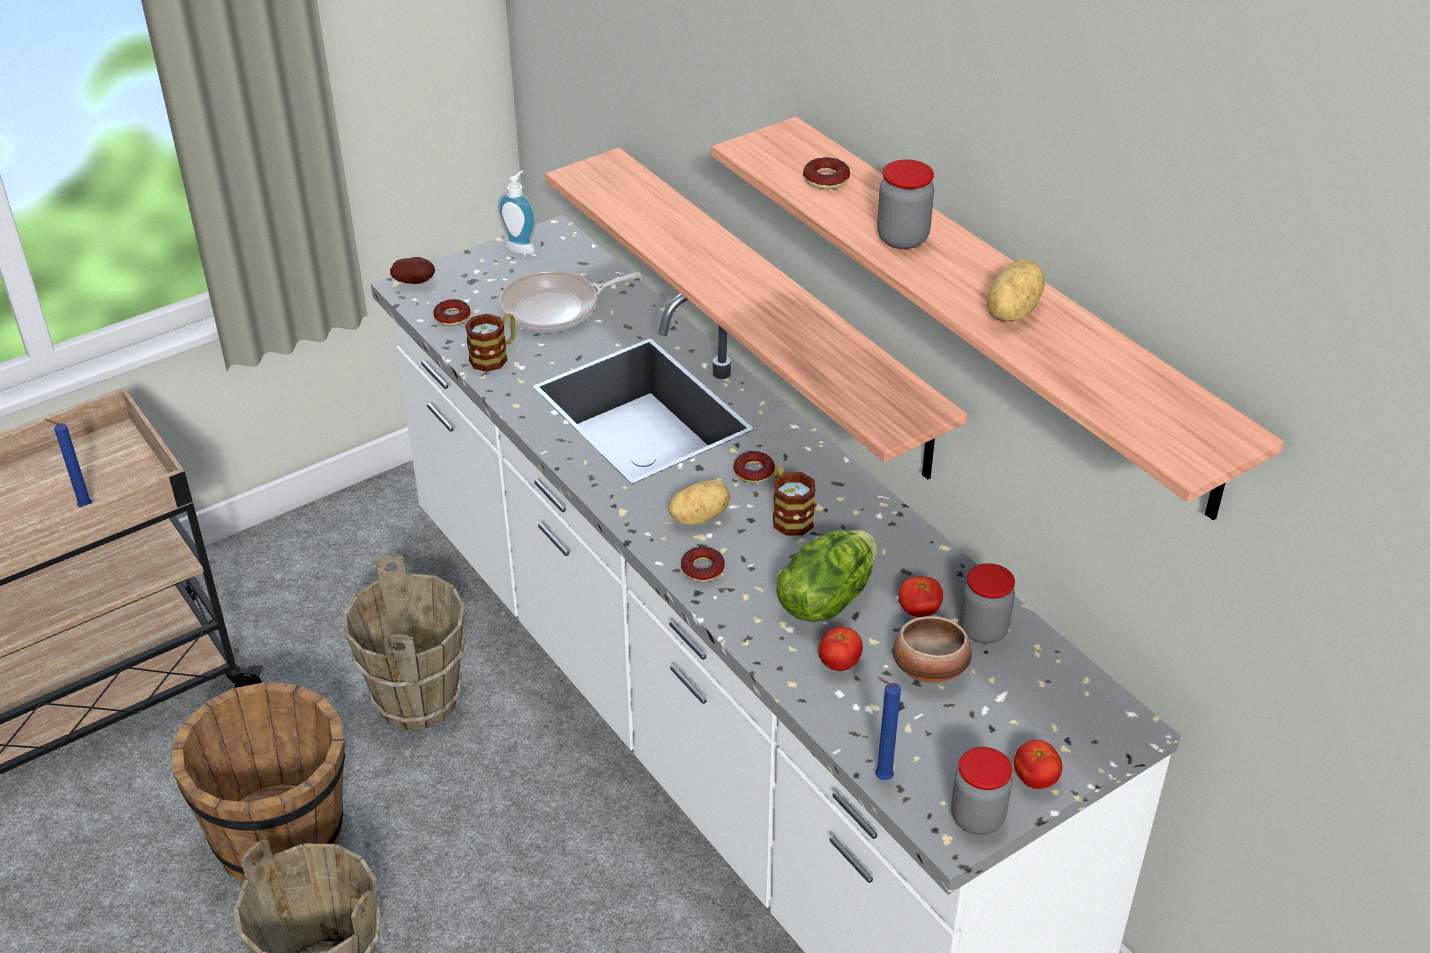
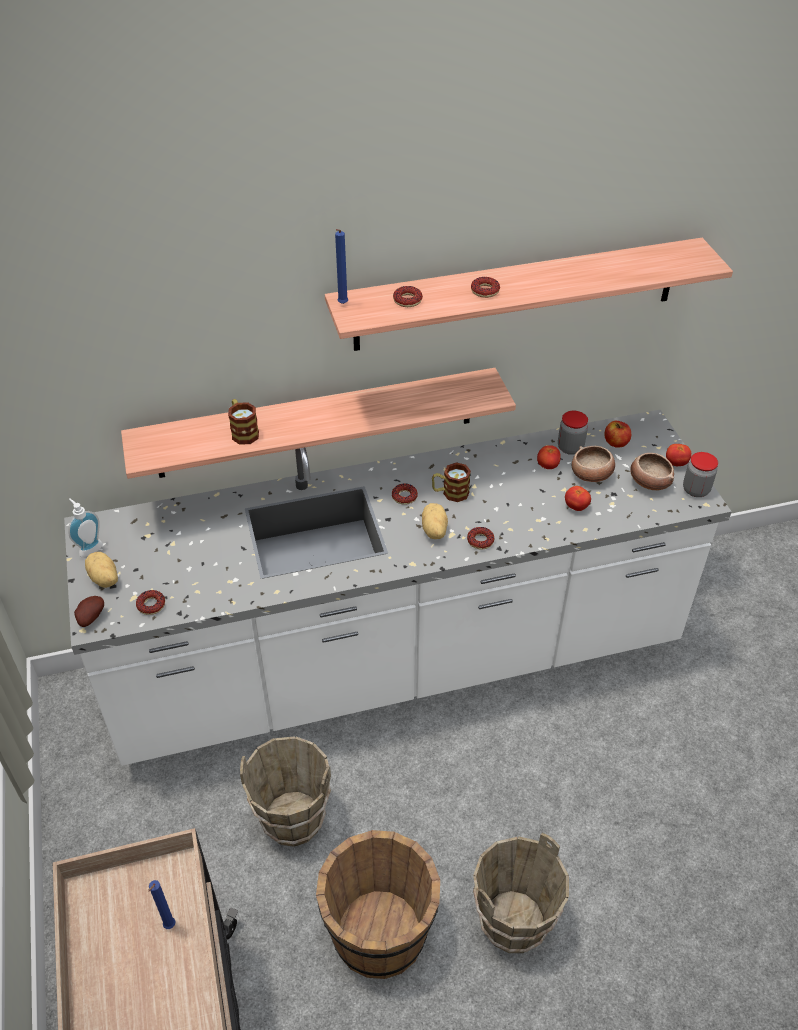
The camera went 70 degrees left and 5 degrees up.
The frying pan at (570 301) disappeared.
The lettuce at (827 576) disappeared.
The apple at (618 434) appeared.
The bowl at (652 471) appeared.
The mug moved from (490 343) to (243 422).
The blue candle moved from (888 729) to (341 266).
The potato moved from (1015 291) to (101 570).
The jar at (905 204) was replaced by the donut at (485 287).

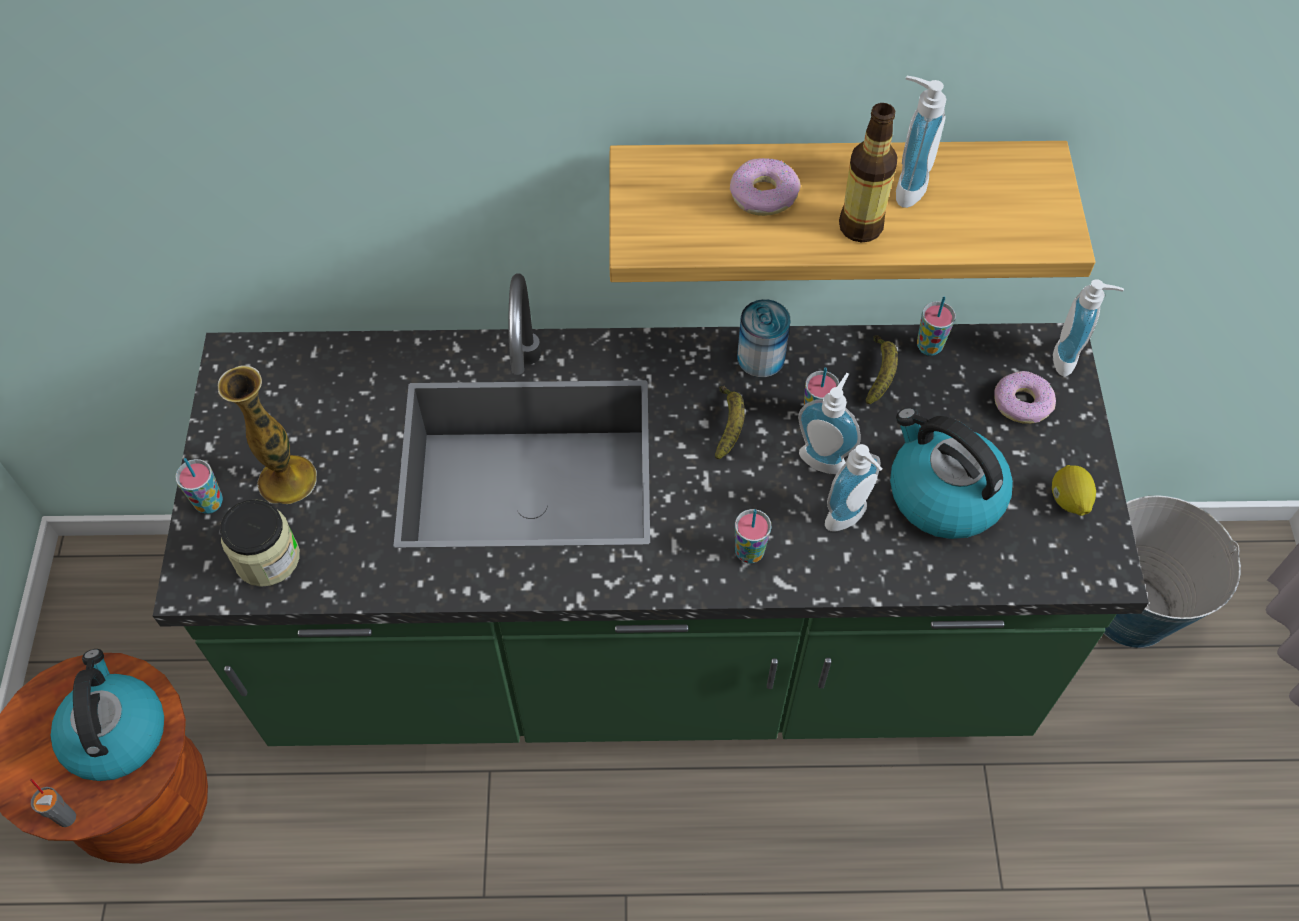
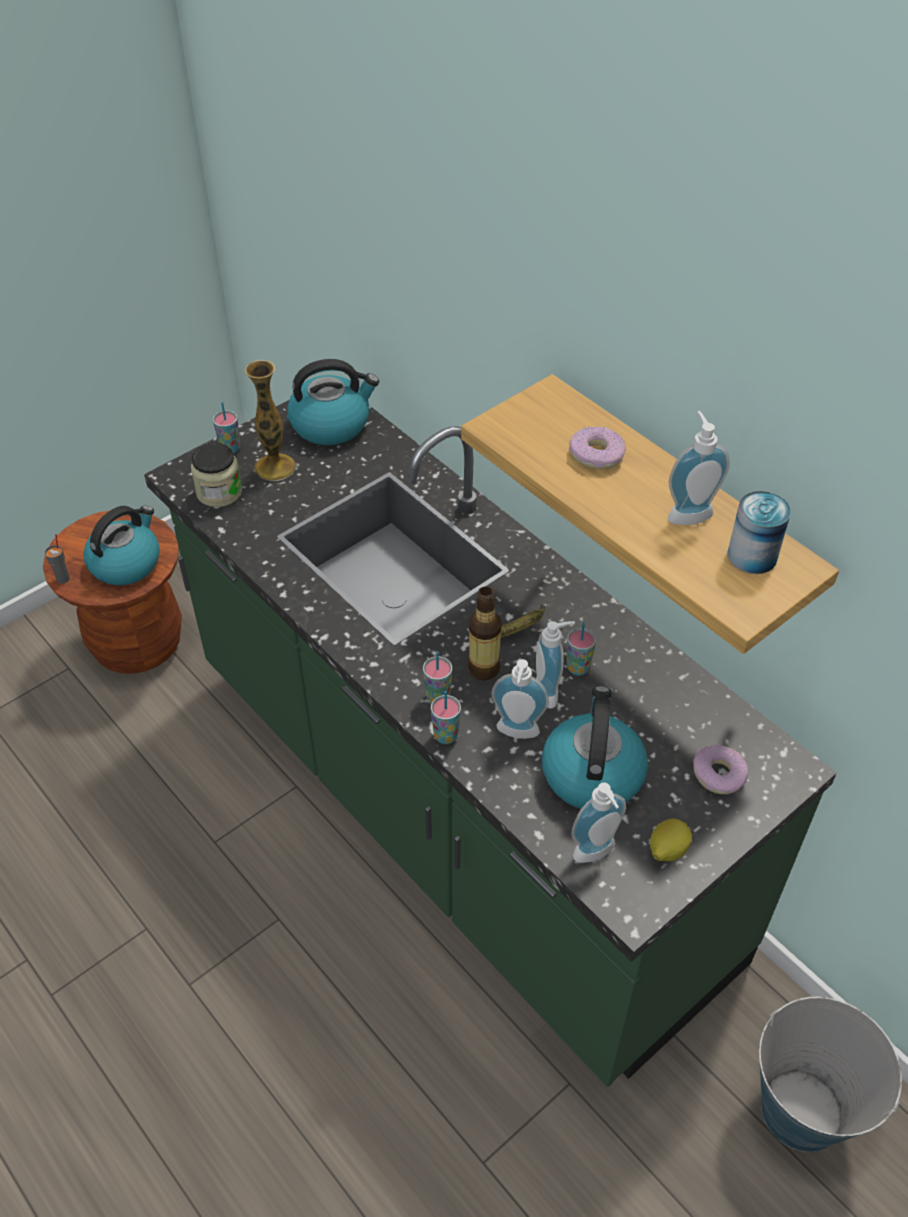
The camera went 50 degrees right and 10 degrees down.
The banana at (881 369) disappeared.
The kettle at (333 402) appeared.
The can moved from (763 338) to (759 532).
The bottle moved from (868 173) to (485 633).
The cup moved from (936 326) to (446 717).
The soap dispenser moved from (1088 327) to (598 822).

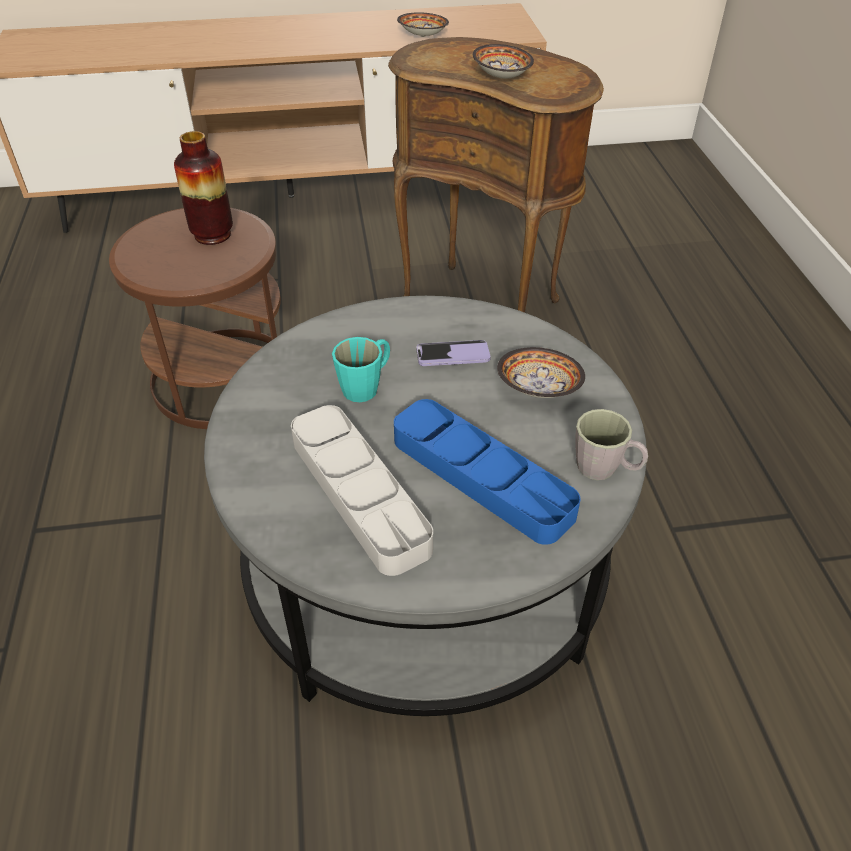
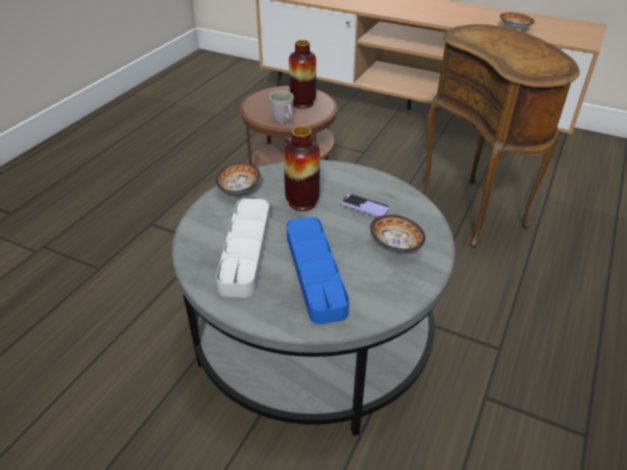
The camera went 35 degrees right and 5 degrees down.
The bowl moved from (503 61) to (238 178).
The grey mug moved from (612 444) to (281 107).
The turquoise mug at (361 369) was replaced by the vase at (301 168).

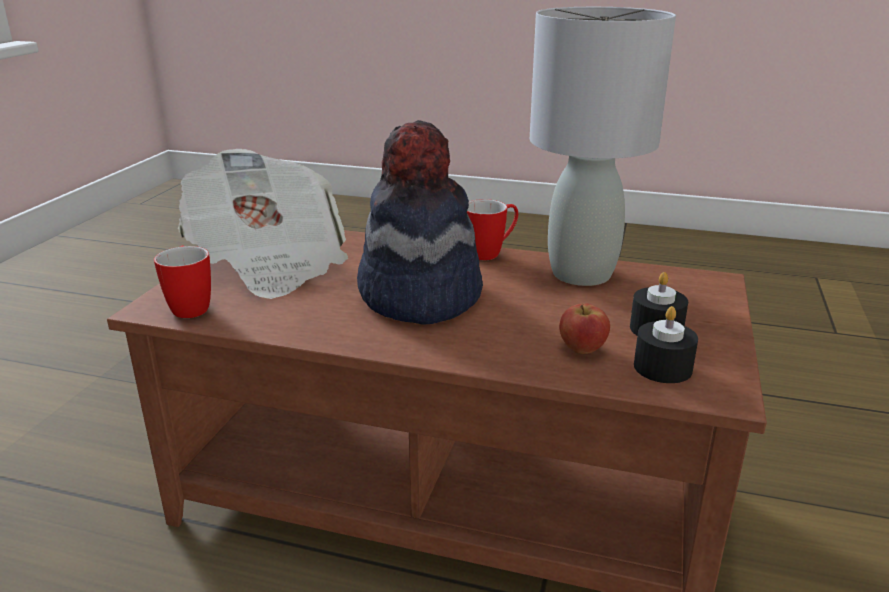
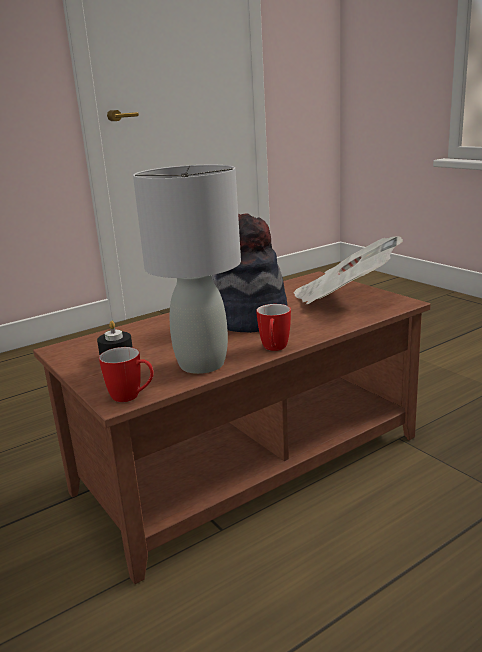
The camera went 130 degrees right and 5 degrees down.
The apple at (584 328) disappeared.
The black candle at (666 344) disappeared.
The mug moved from (182 281) to (126 374).

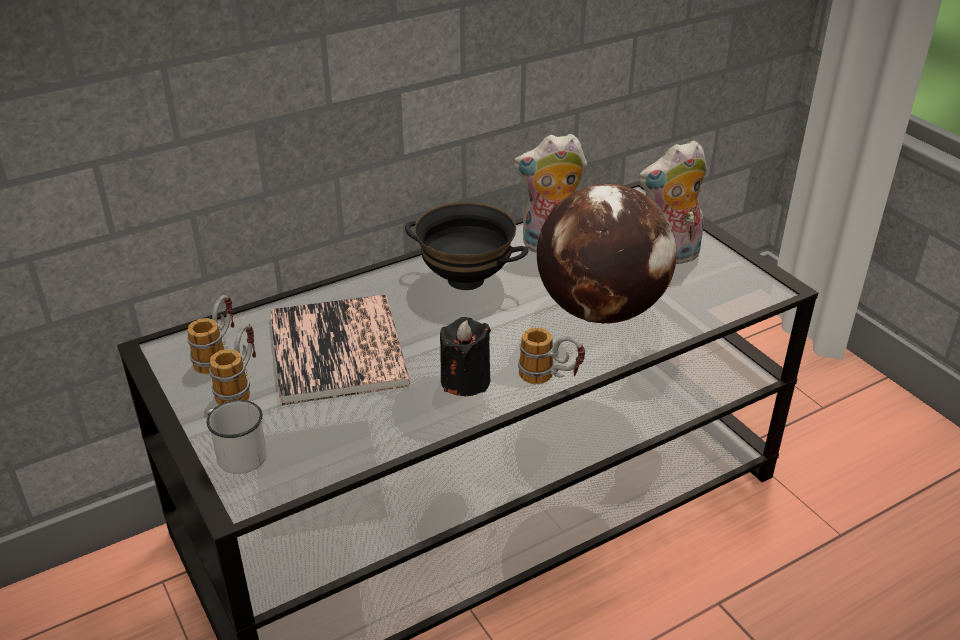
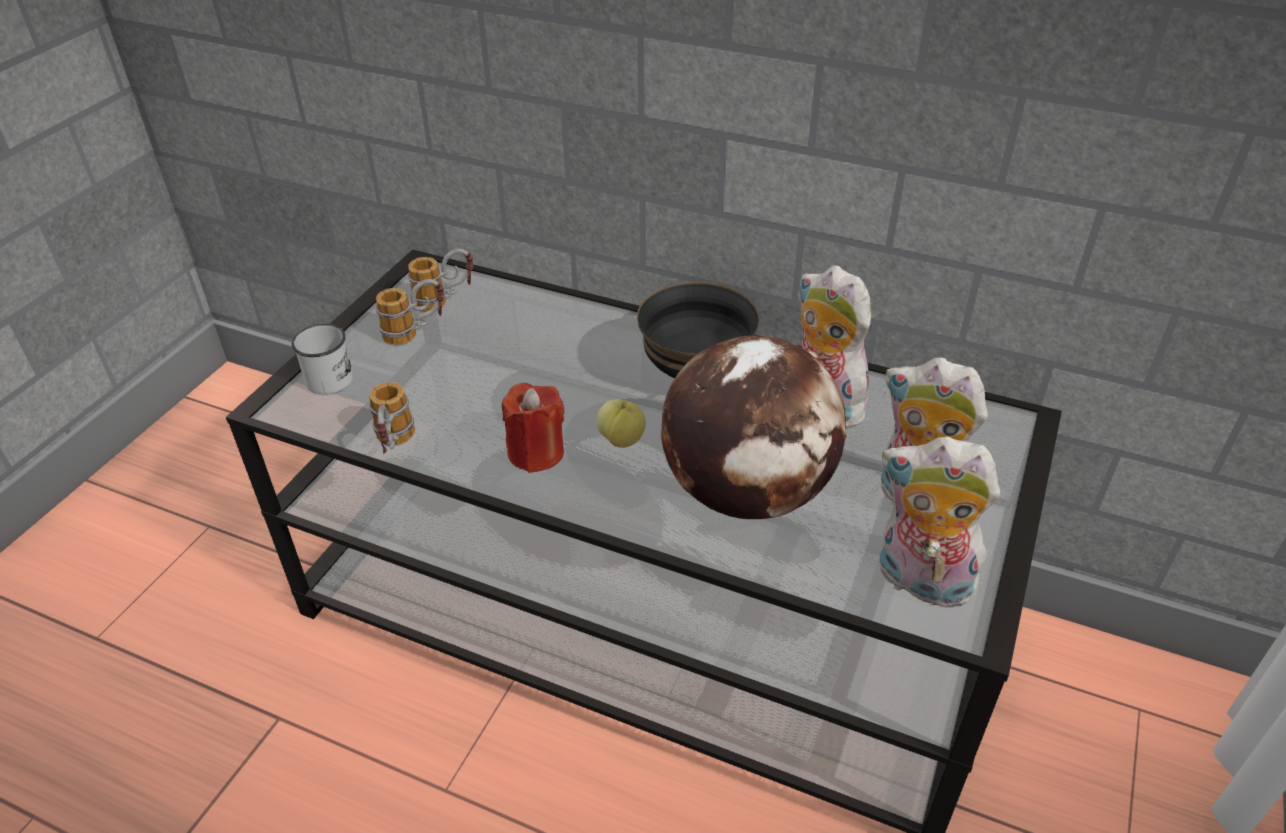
The camera went 55 degrees right and 5 degrees up.
The book at (340 350) disappeared.
The apple at (621 423) appeared.
The plush toy at (939 524) appeared.
The mug moved from (551 356) to (392 417).
The black candle at (465 356) became the red candle at (533 428).

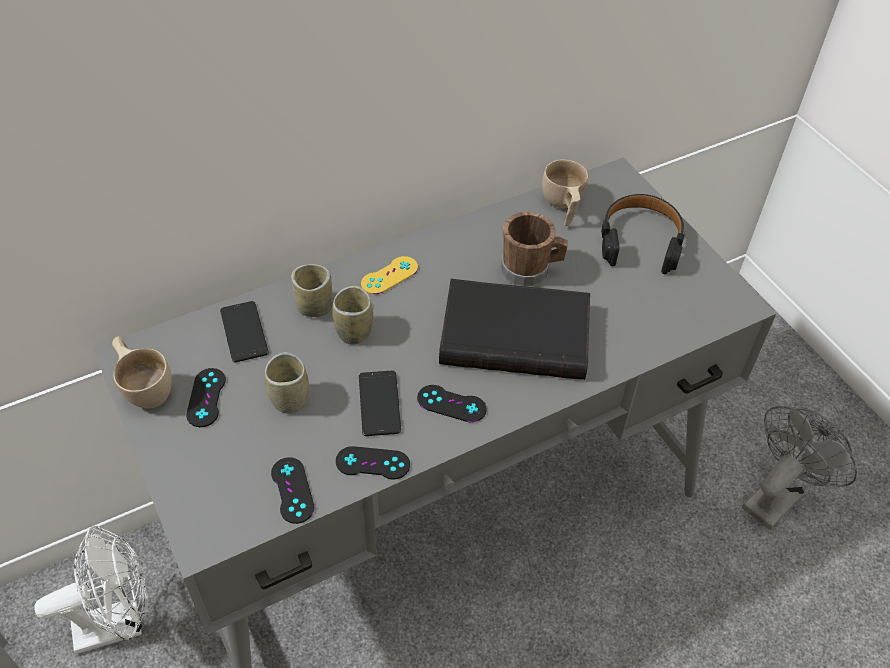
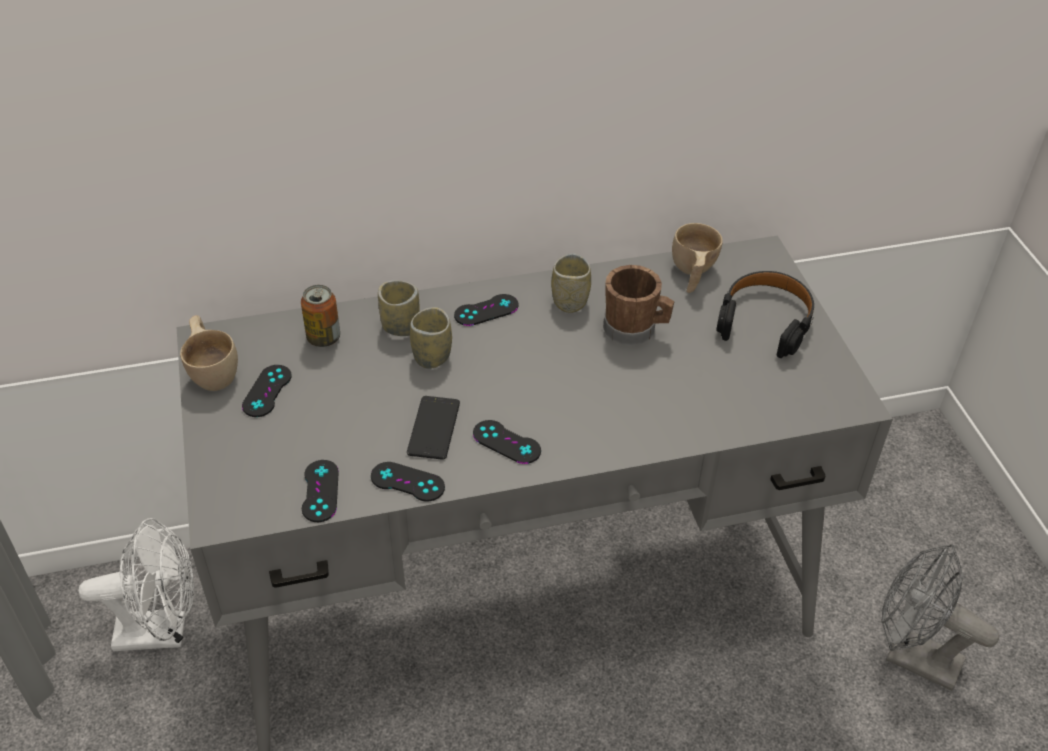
The camera went 15 degrees right and 5 degrees down.
The black book at (514 329) disappeared.
The cup moved from (287 383) to (571 283).
The phone at (244 331) was replaced by the can at (320 316).
The yellow game controller at (389 275) became the black game controller at (486 310).
The grey fan at (799 468) turned 120 degrees counterclockwise.

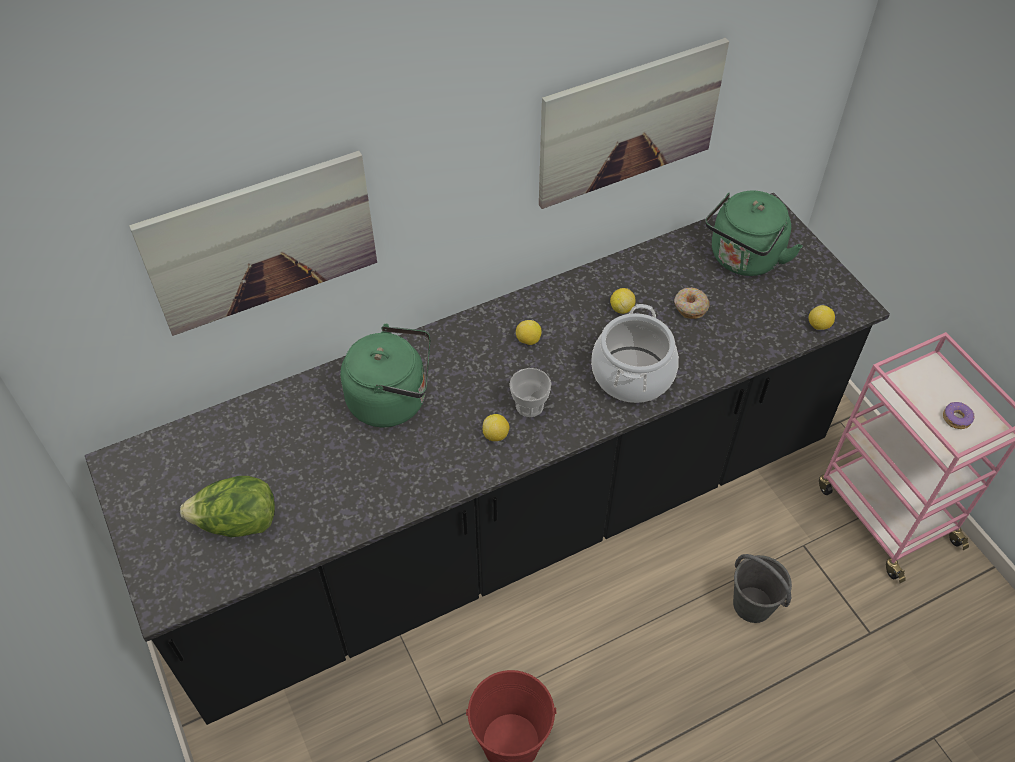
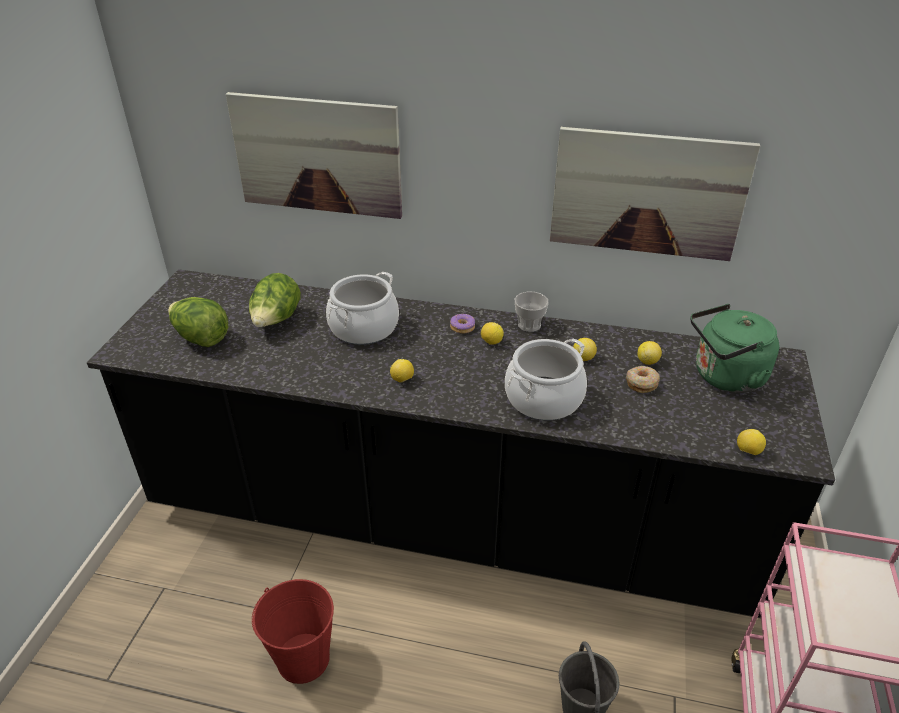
The camera went 40 degrees right and 15 degrees down.
The lettuce at (275 300) appeared.
The lemon at (650 353) appeared.
The cup moved from (530 392) to (531 312).
The donut moved from (959 415) to (462 323).
The green kettle at (385 375) was replaced by the cooking pot at (362 308).

